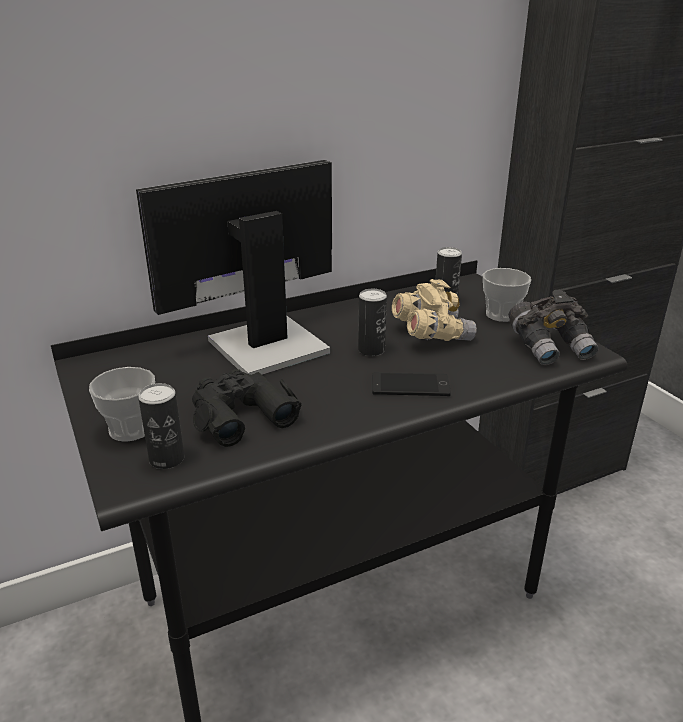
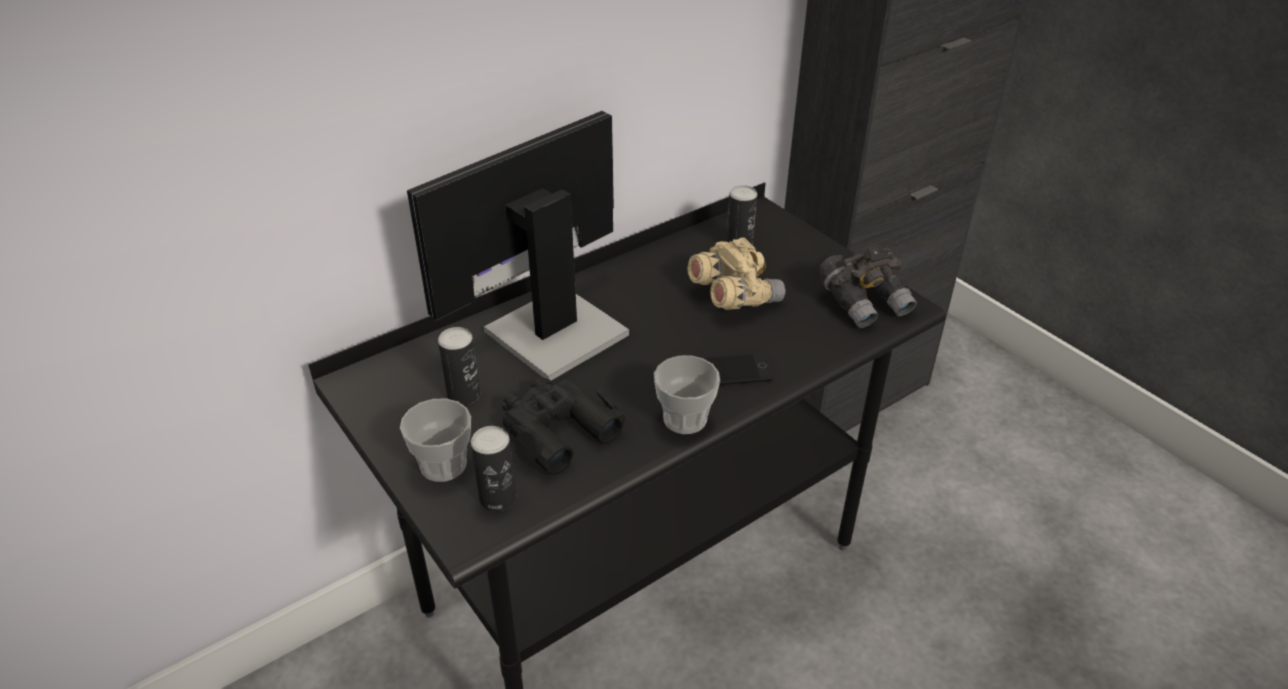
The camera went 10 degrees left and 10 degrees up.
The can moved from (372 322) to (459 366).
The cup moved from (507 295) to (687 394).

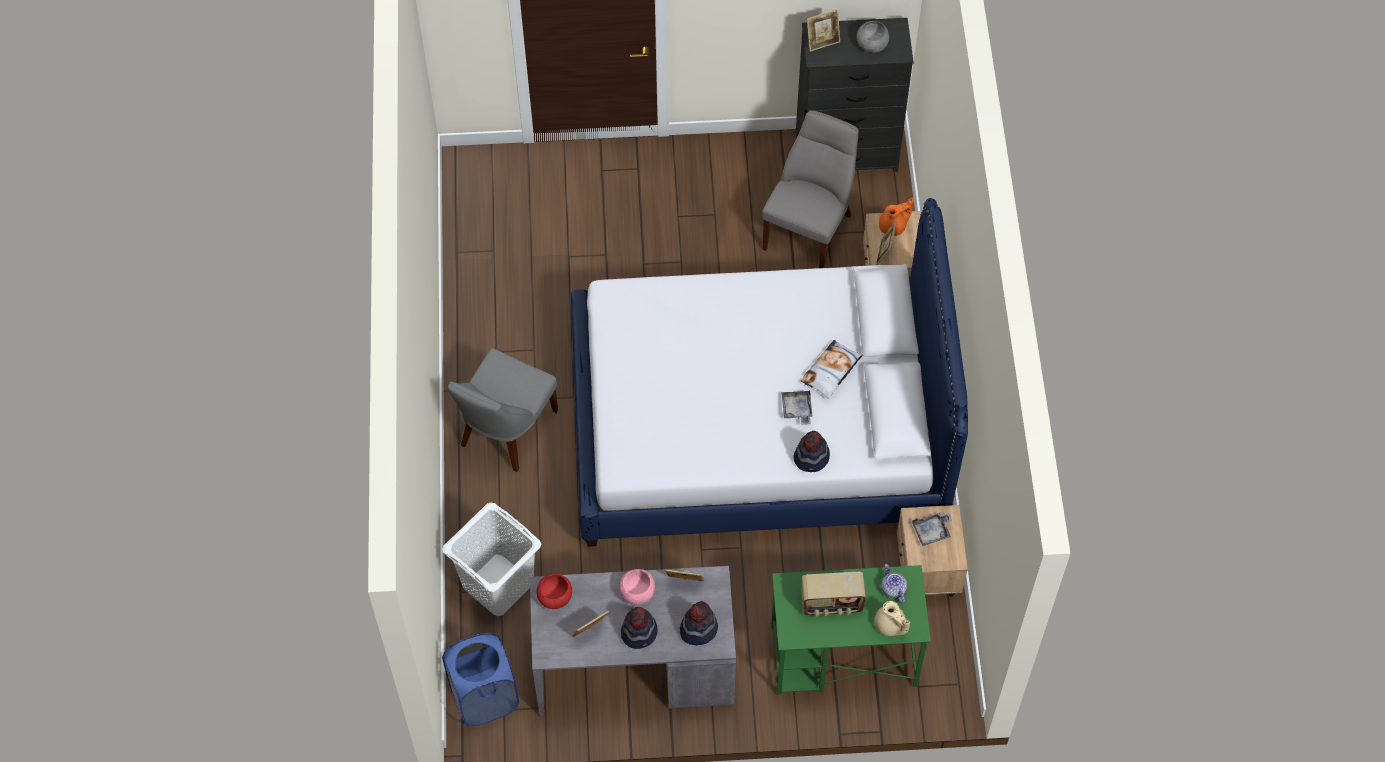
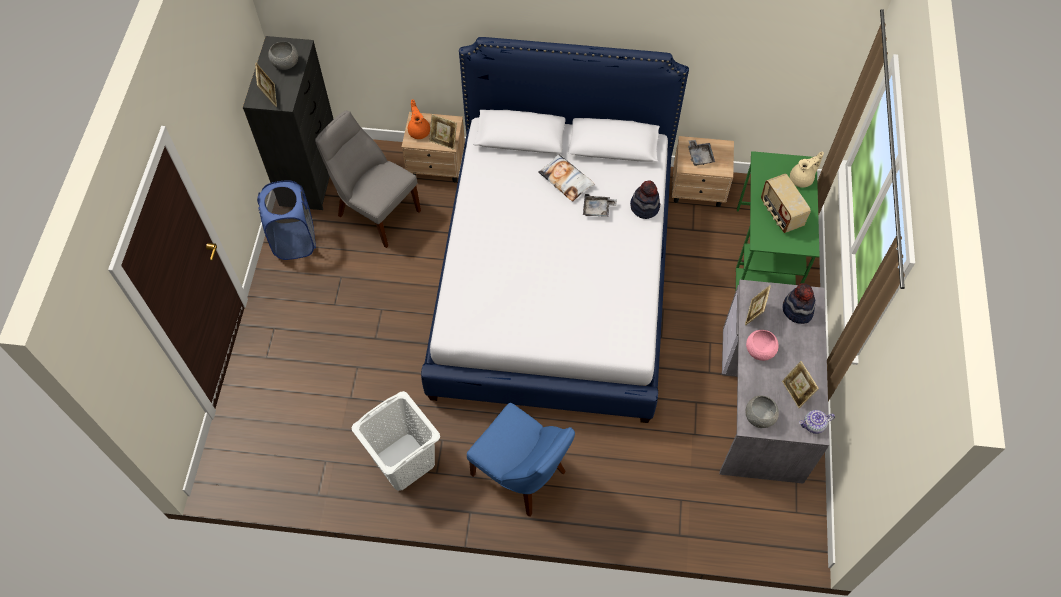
The camera went 80 degrees left and 0 degrees up.
The hat at (639 628) disappeared.
The white laundry basket moved from (491 559) to (395 441).
The blue laundry basket moved from (480 679) to (286 220).
The teapot moved from (894 583) to (817 422).
The grey chair at (503 410) became the blue chair at (521 460).
The red bowl at (554 591) became the grey bowl at (762 411).
The radio at (833 594) turned 150 degrees clockwise.

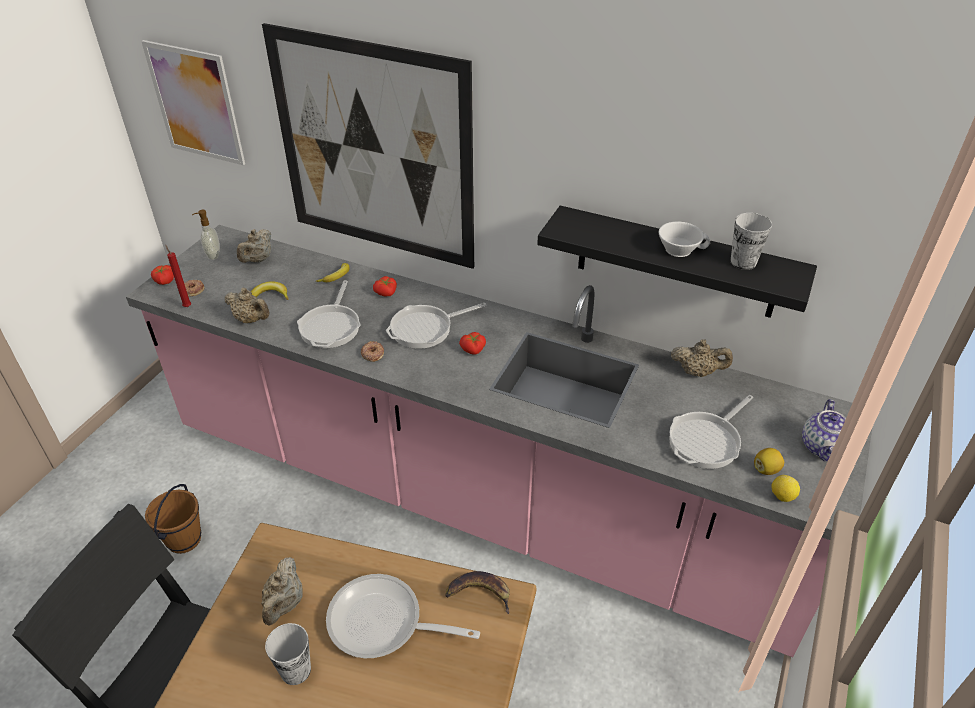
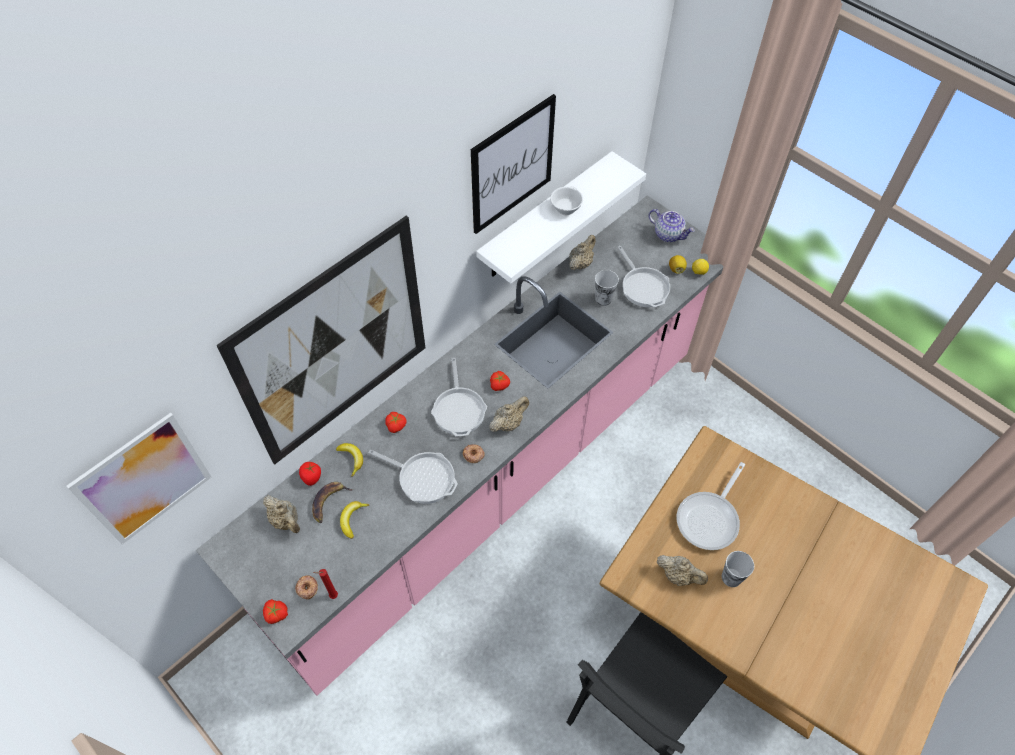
The camera went 70 degrees left and 15 degrees up.
The brown bucket at (173 519) disappeared.
The soap dispenser at (206 235) disappeared.
The tomato at (310 474) appeared.
The picture at (513 164) appeared.
The beige teapot moved from (247 305) to (509 414).
The banana moved from (477 592) to (332 502).
The cup moved from (751 241) to (607 288).
The black shelf at (677 261) became the white shelf at (561 217).

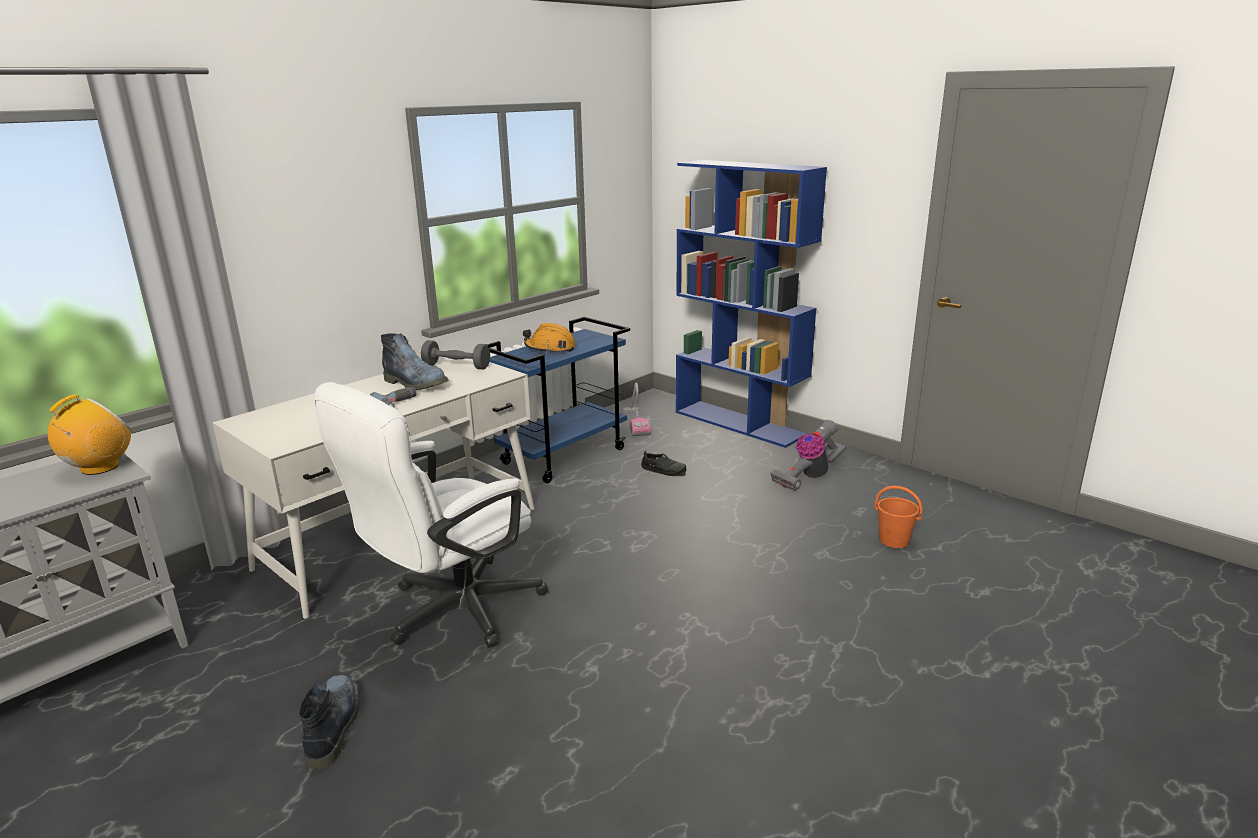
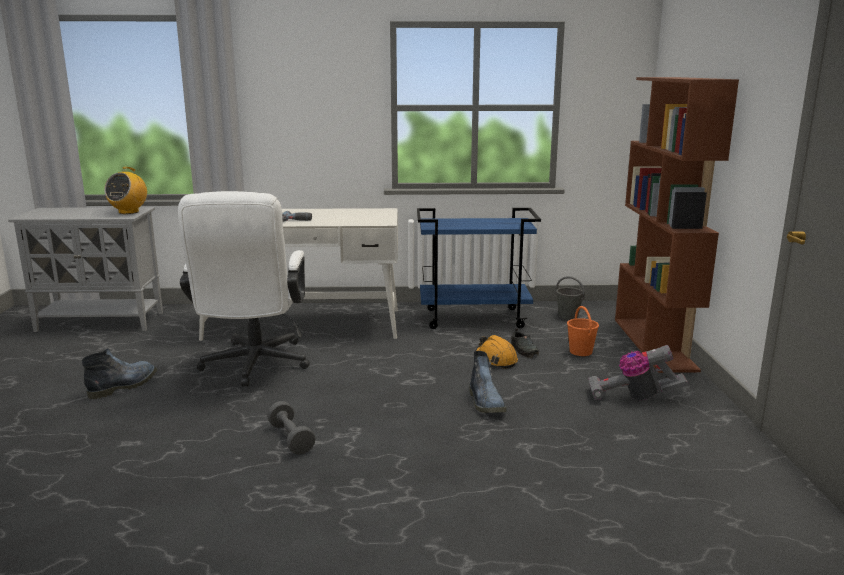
The camera went 45 degrees right and 5 degrees down.
The boot moved from (415 361) to (487 382).
The grey dumbbell moved from (455 354) to (291 428).
The orange hard hat moved from (549 338) to (497 352).
The orange bucket moved from (898 517) to (583 331).
The vacuum cleaner at (637 409) was replaced by the grey bucket at (570 298).
The blue bookcase at (751 304) became the brown bookcase at (677 225).
The radio at (90 434) turned 120 degrees clockwise.
The white office chair at (431 515) turned 90 degrees counterclockwise.

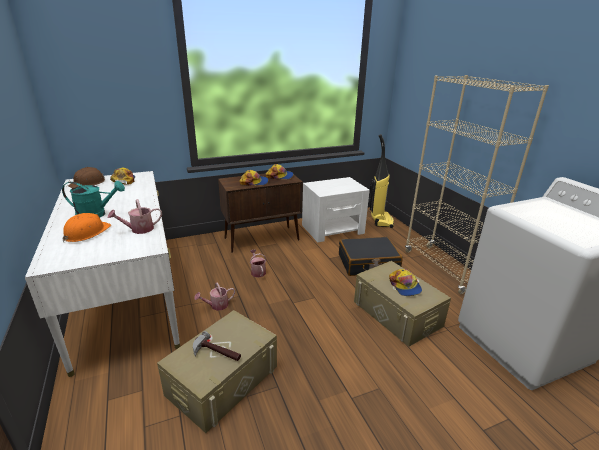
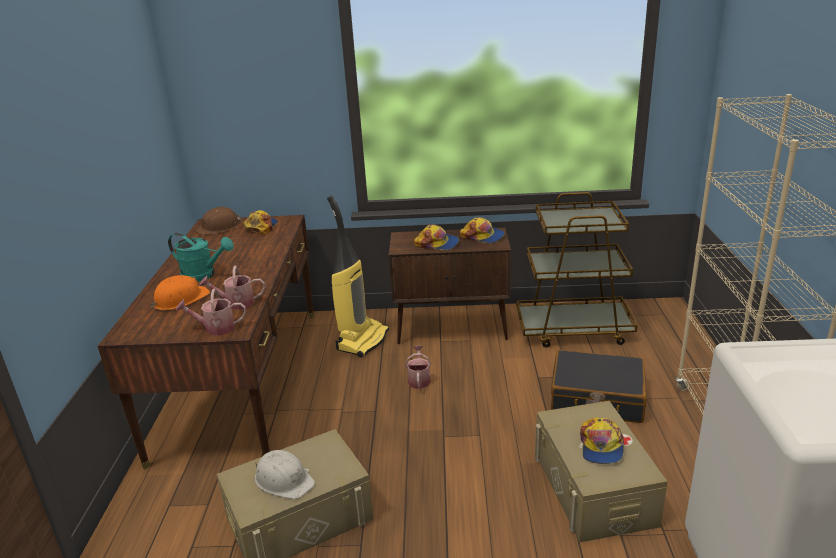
The camera went 25 degrees right and 0 degrees up.
The watering can moved from (214 296) to (211 312).
The vacuum cleaner moved from (382 181) to (358 276).
The hammer at (217 346) was replaced by the white hard hat at (285 474).
The white nightstand at (336 209) was replaced by the brown cart at (577 269).
The white desk at (102 274) became the brown desk at (206 342).

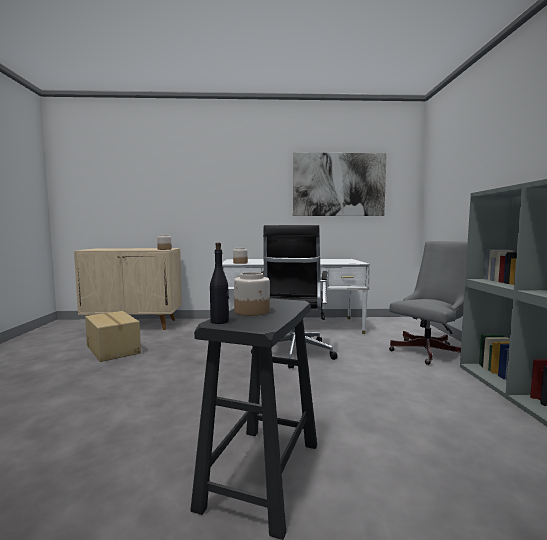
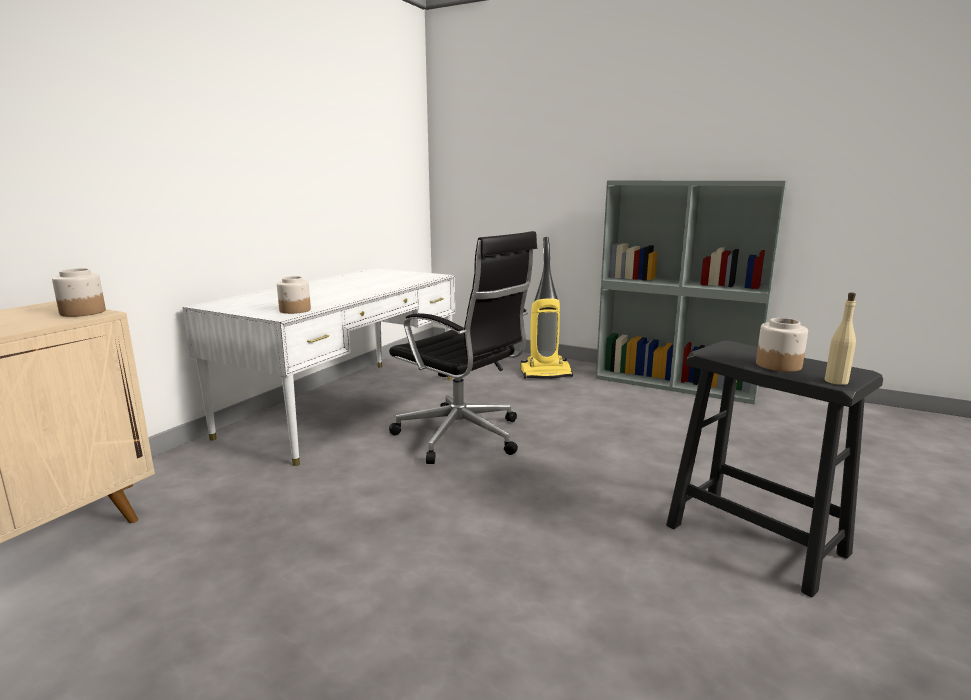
The camera went 60 degrees left and 10 degrees up.
The cardboard box at (113 336) disappeared.
The picture at (340 184) disappeared.
The grey office chair at (428 303) was replaced by the vacuum cleaner at (547 308).
The black bottle at (219 283) became the beige bottle at (840 338).

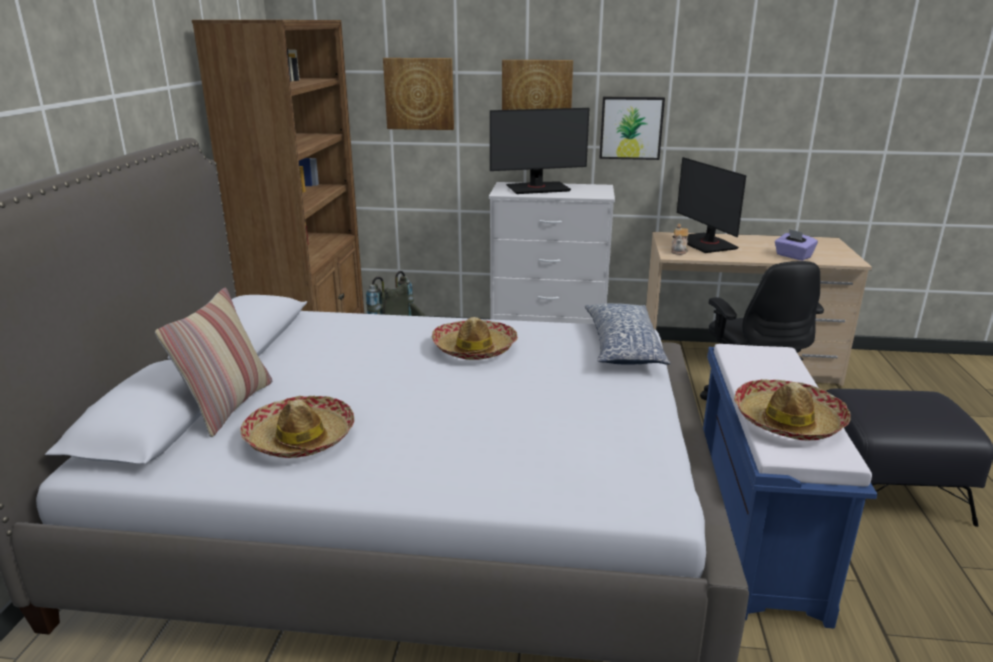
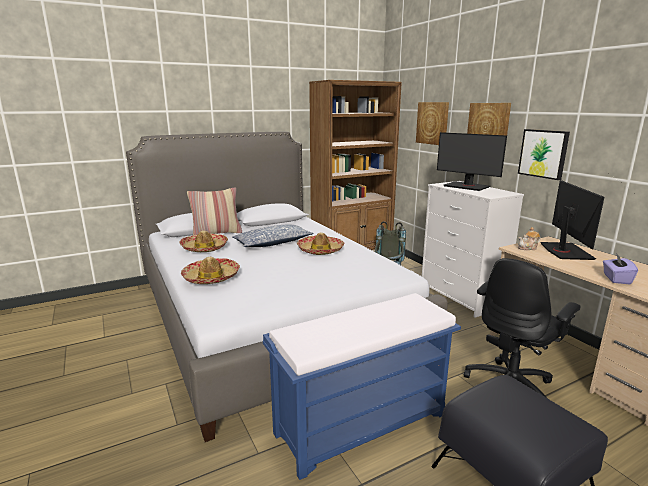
The camera went 55 degrees right and 5 degrees down.
The pillow moved from (627 334) to (273 236).
The hat moved from (792 409) to (210 270).
The monitor at (709 205) turned 150 degrees clockwise.

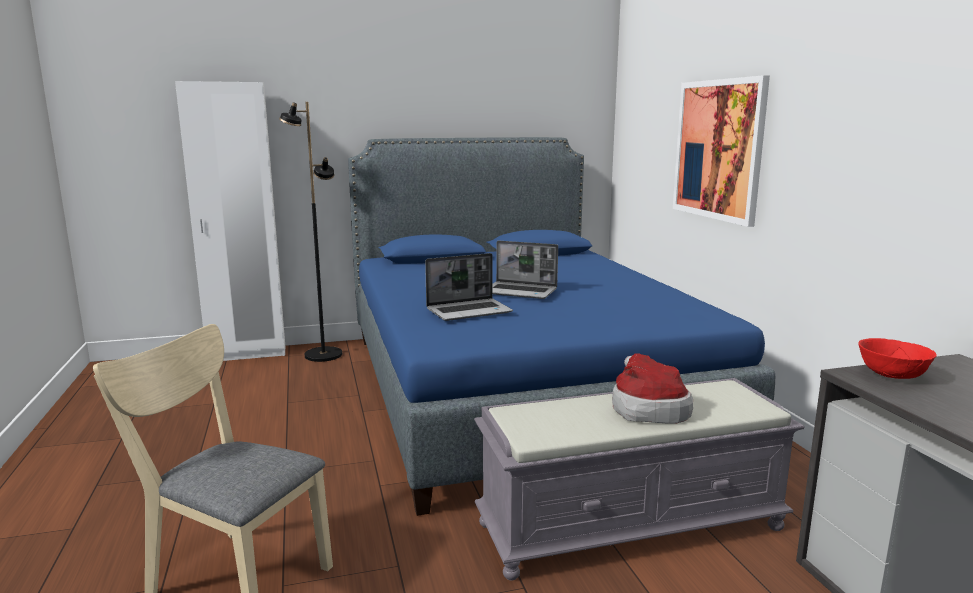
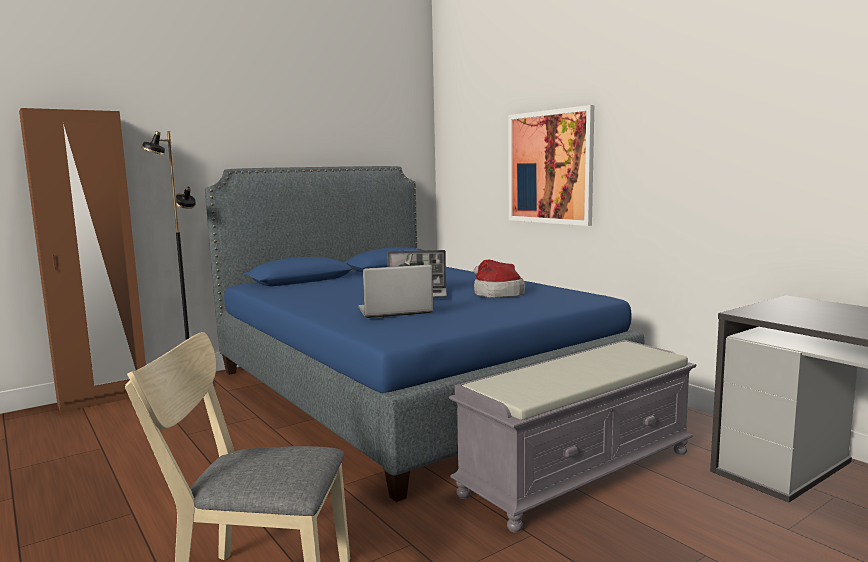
The camera went 20 degrees left and 5 degrees down.
The red bowl at (897 358) disappeared.
The hat moved from (652 389) to (499 278).
The white wardrobe at (230 221) became the brown wardrobe at (82 260).
The laptop at (469 287) turned 150 degrees counterclockwise.

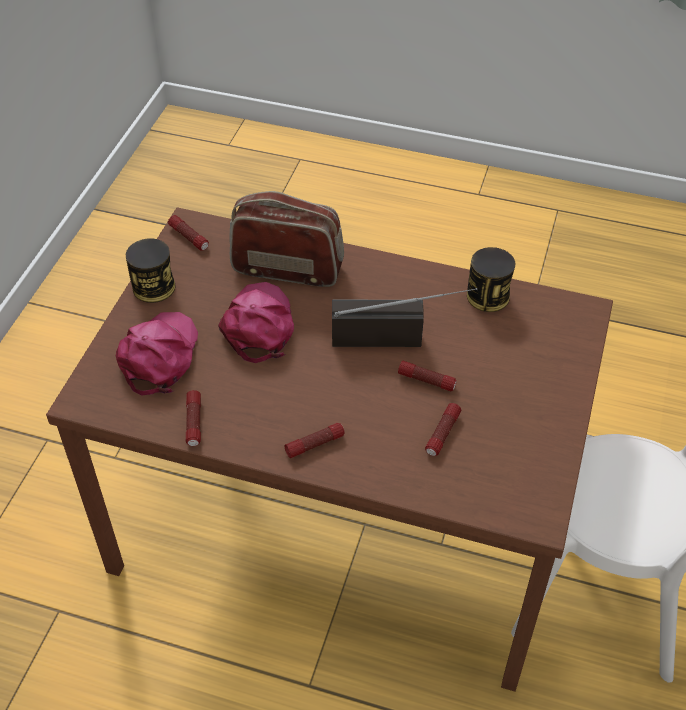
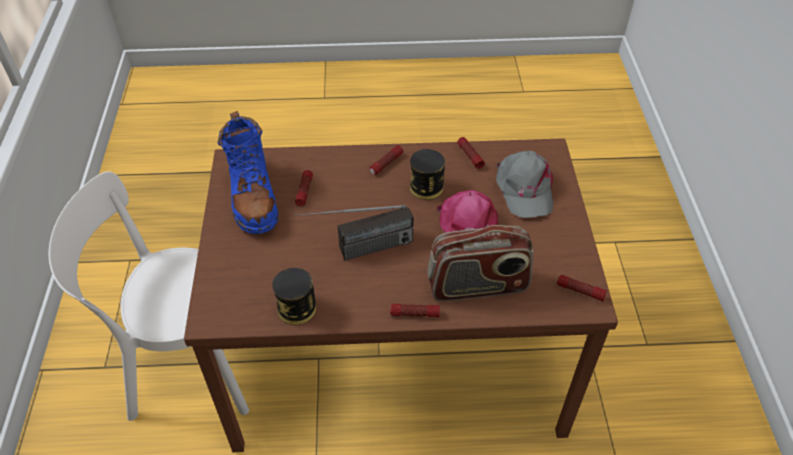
The camera went 160 degrees right and 0 degrees up.
The blue boot at (248 172) appeared.
The can moved from (151 270) to (427 174).
The flashlight moved from (427 375) to (415 310).
The pink cap at (157 353) became the grey cap at (524 184).

